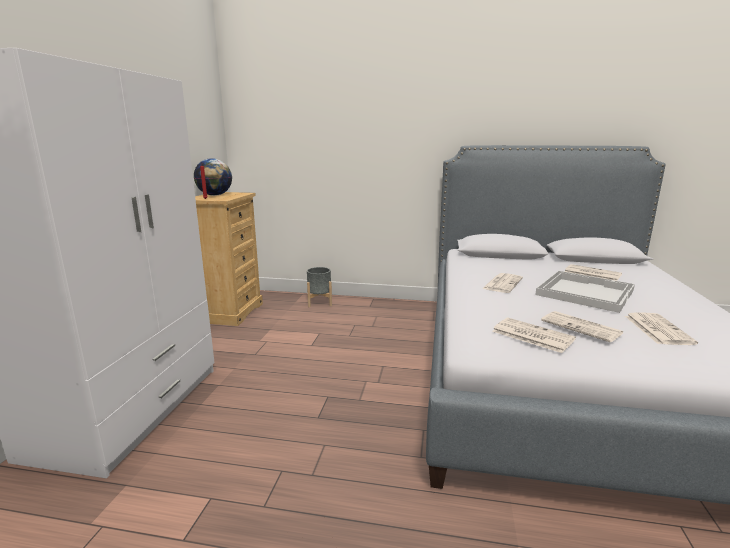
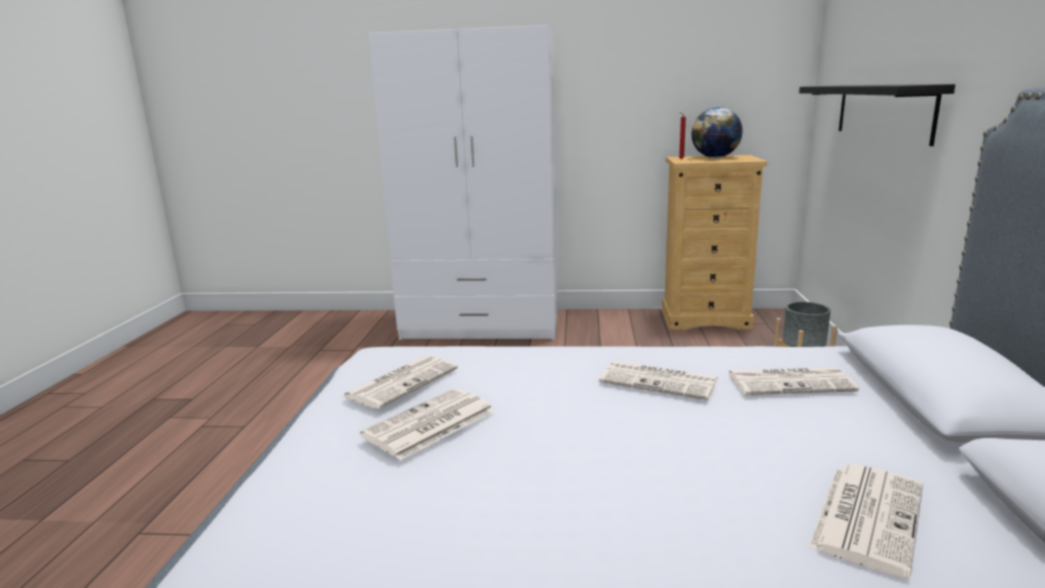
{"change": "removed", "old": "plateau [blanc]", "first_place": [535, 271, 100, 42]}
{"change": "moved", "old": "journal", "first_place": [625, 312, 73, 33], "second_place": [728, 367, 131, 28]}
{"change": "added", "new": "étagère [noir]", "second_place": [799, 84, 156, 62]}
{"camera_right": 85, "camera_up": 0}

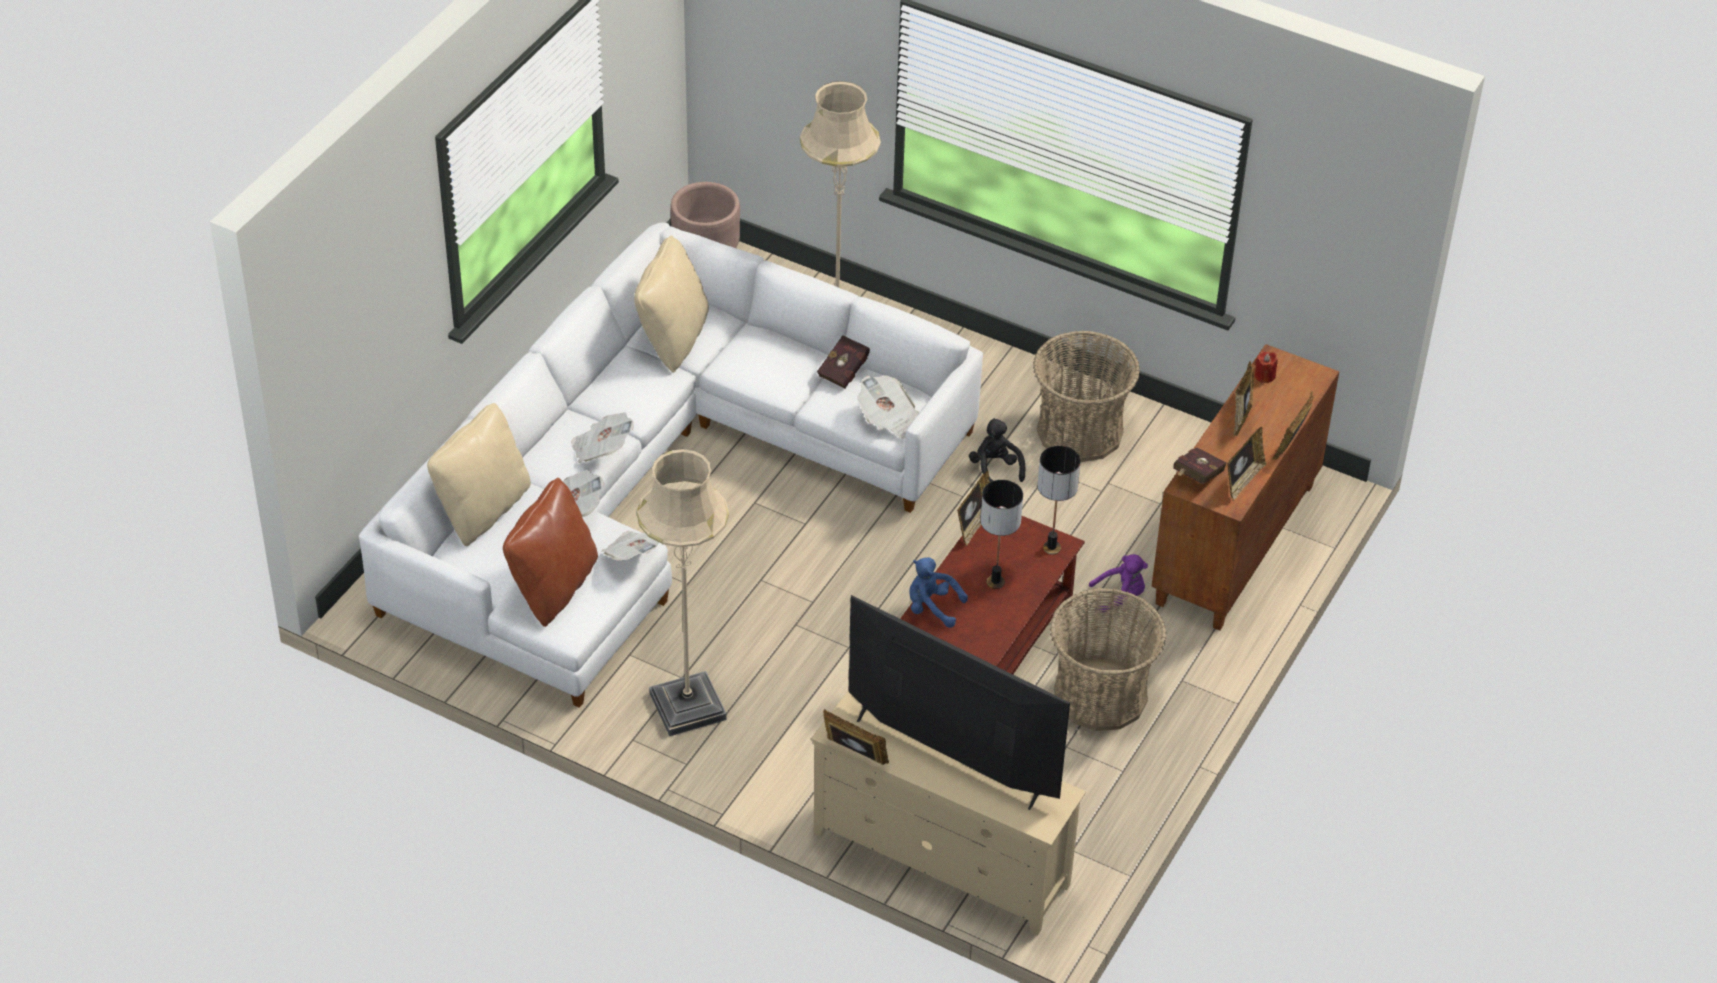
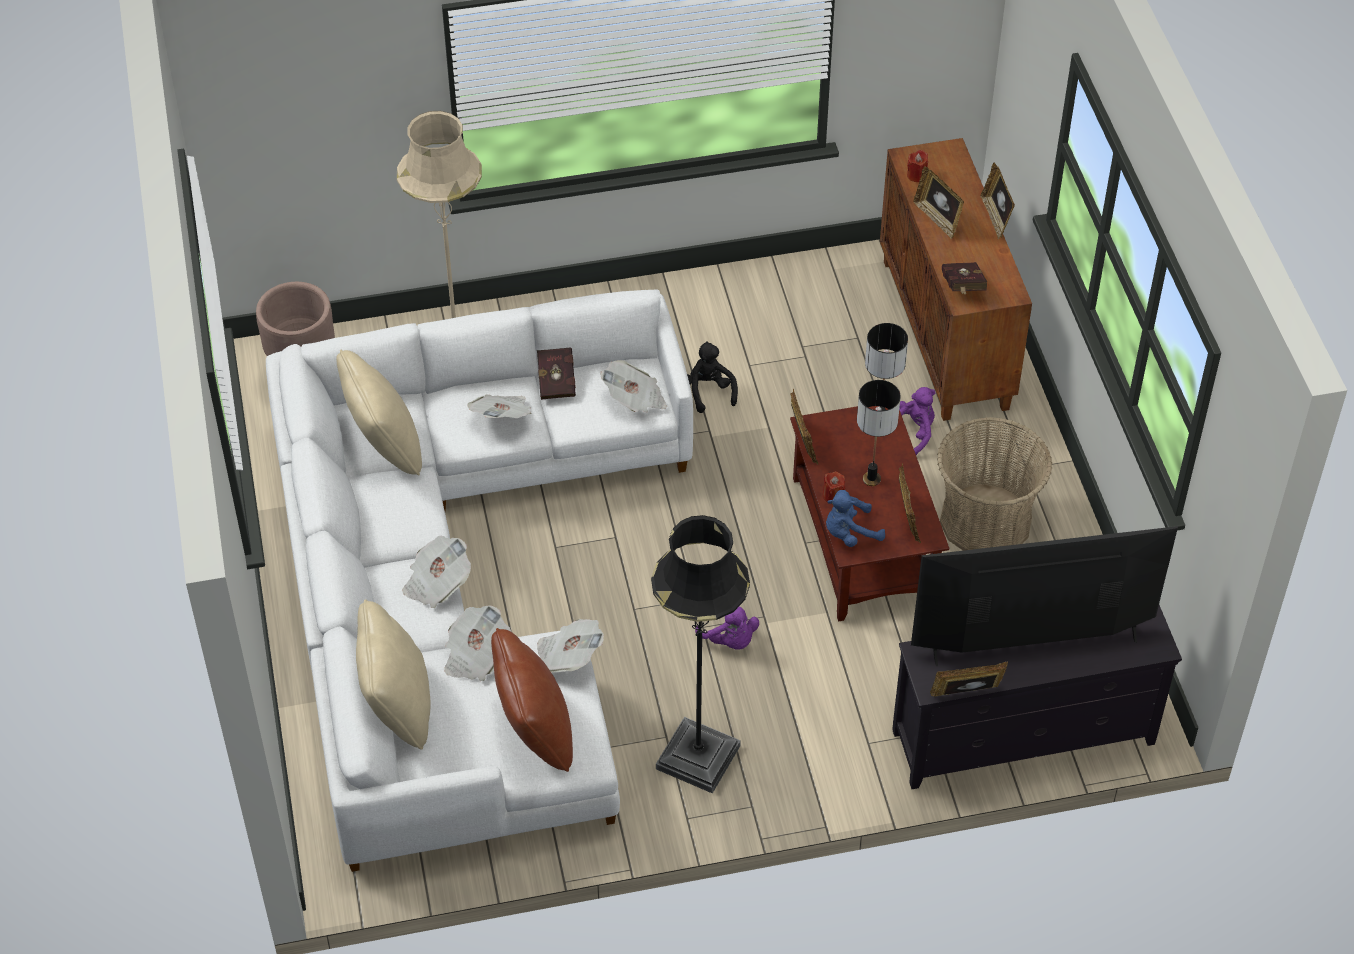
{"change": "recoloured", "old": "lampadaire [beige]", "new": "lampadaire [noir]", "first_place": [637, 449, 92, 287], "second_place": [651, 515, 99, 279]}
{"change": "recoloured", "old": "meuble télé [beige]", "new": "meuble télé [noir]", "first_place": [811, 690, 275, 246], "second_place": [892, 605, 290, 184]}
{"change": "turned", "old": "peluche [noir]", "first_place": [969, 418, 56, 64], "second_place": [687, 341, 51, 72], "degrees": 45}
{"change": "removed", "old": "panier", "first_place": [1033, 331, 107, 131]}
{"change": "moved", "old": "cadre photo", "first_place": [1227, 427, 40, 74], "second_place": [899, 463, 22, 80]}
{"change": "added", "new": "journal", "second_place": [467, 395, 64, 23]}
{"change": "added", "new": "peluche [violet]", "second_place": [695, 606, 64, 44]}
{"change": "added", "new": "bougie [rouge]", "second_place": [823, 471, 22, 31]}
{"camera_right": -40, "camera_up": 5}

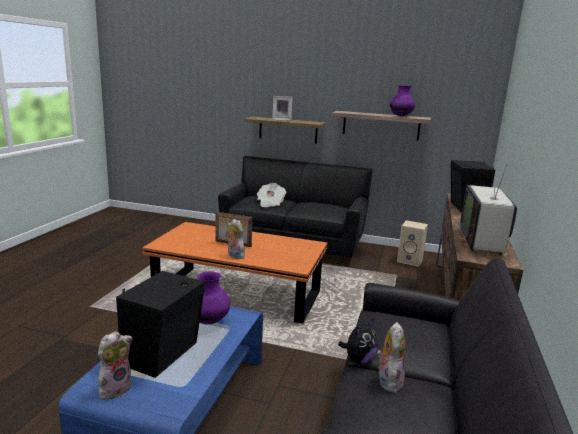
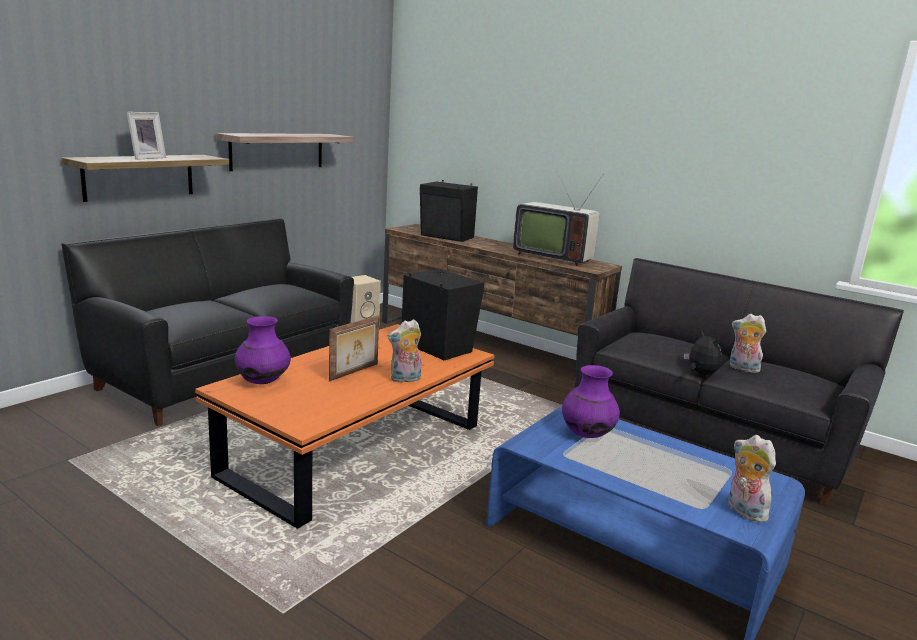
{"change": "moved", "old": "enceinte [noir]", "first_place": [116, 271, 88, 107], "second_place": [402, 269, 82, 91]}
{"change": "removed", "old": "journal", "first_place": [257, 183, 29, 24]}
{"change": "moved", "old": "vase [violet]", "first_place": [390, 85, 25, 31], "second_place": [234, 316, 57, 68]}
{"camera_right": -70, "camera_up": 0}

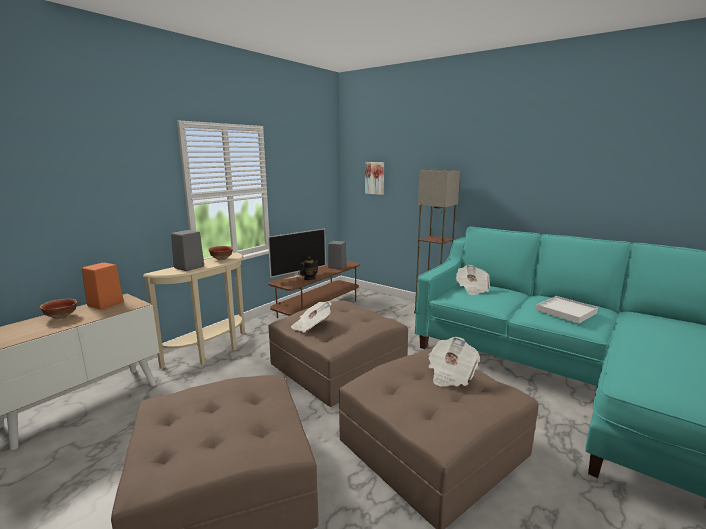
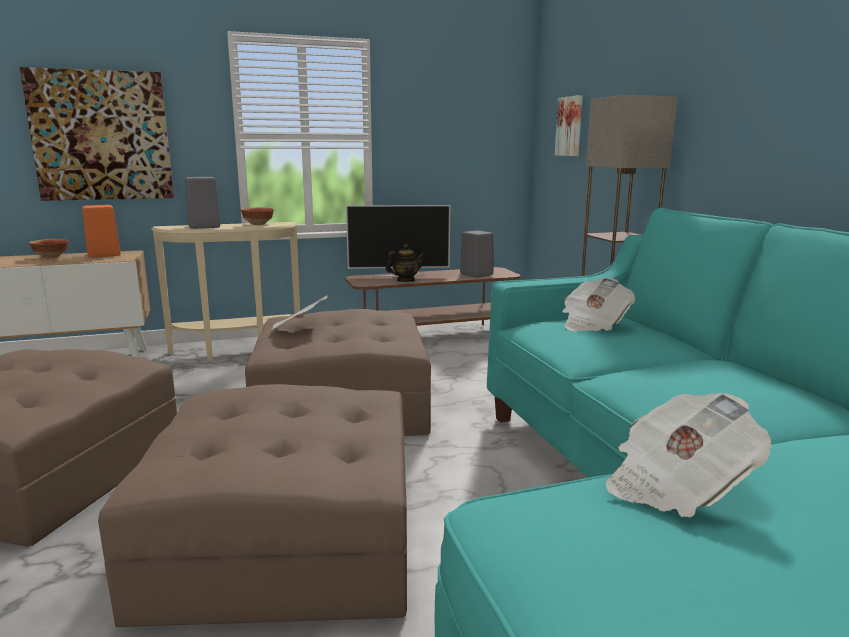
{"change": "moved", "old": "journal", "first_place": [428, 337, 52, 49], "second_place": [605, 393, 166, 124]}
{"change": "removed", "old": "plateau [blanc]", "first_place": [536, 296, 62, 28]}
{"change": "added", "new": "tableau", "second_place": [19, 67, 155, 134]}
{"camera_right": 35, "camera_up": 0}

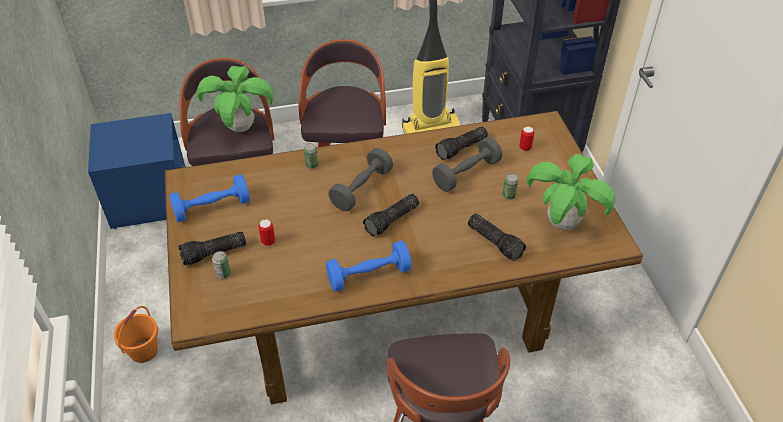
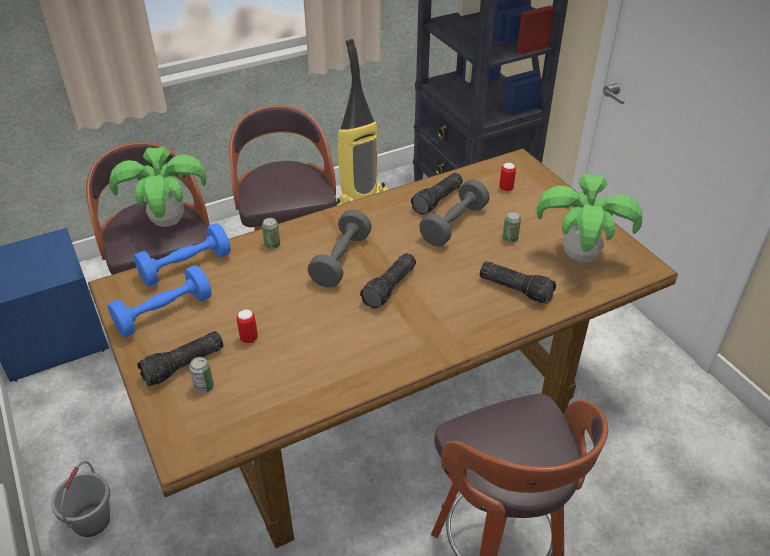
{"change": "recoloured", "old": "seau [orange]", "new": "seau [gris]", "first_place": [114, 306, 44, 57], "second_place": [51, 461, 59, 76]}
{"change": "moved", "old": "haltère [bleu]", "first_place": [326, 240, 86, 52], "second_place": [134, 223, 97, 64]}
{"camera_right": -15, "camera_up": -5}

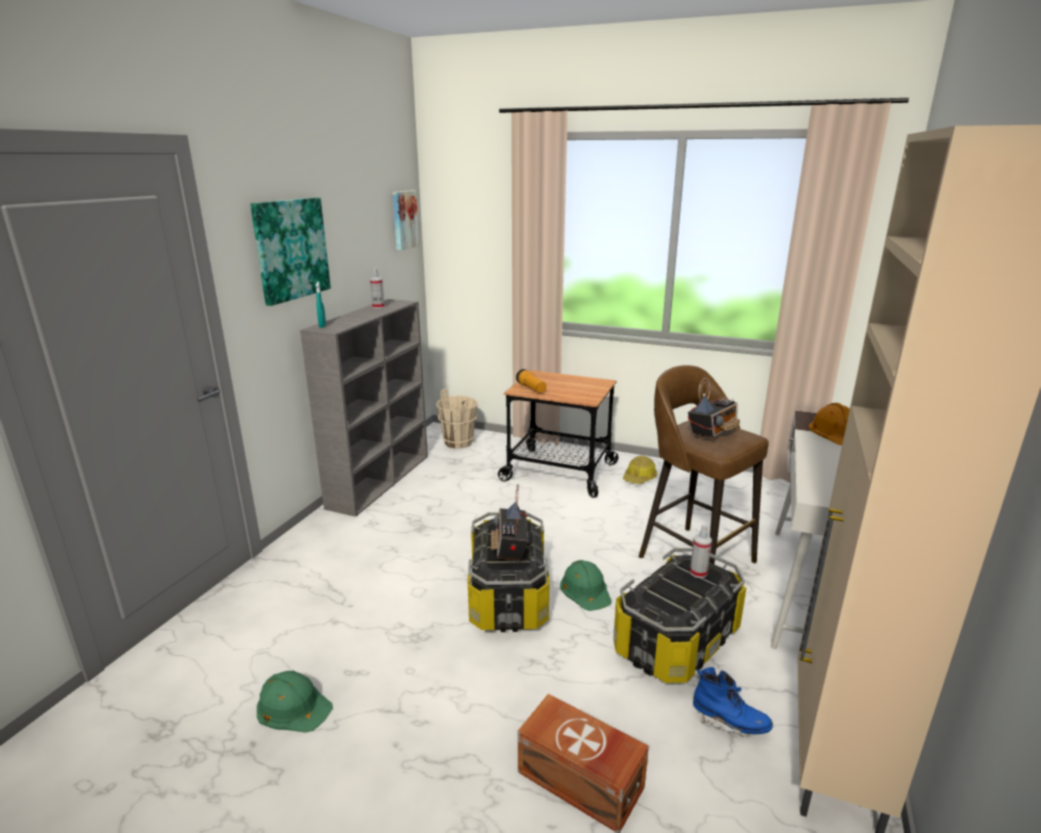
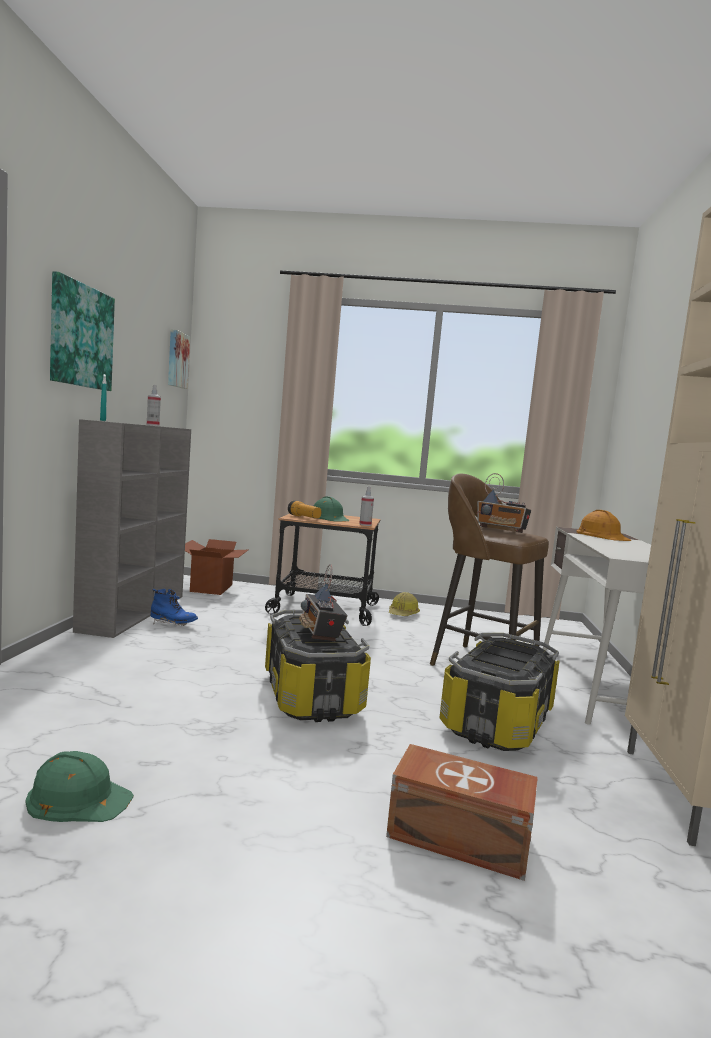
{"change": "replaced", "old": "seau [beige]", "new": "carton", "first_place": [436, 389, 42, 59], "second_place": [185, 539, 63, 56]}
{"change": "moved", "old": "casque de chantier [vert]", "first_place": [560, 560, 52, 51], "second_place": [314, 496, 36, 26]}
{"change": "turned", "old": "radio", "first_place": [688, 378, 52, 62], "second_place": [477, 473, 54, 60], "degrees": 90}
{"change": "moved", "old": "vaporisateur", "first_place": [690, 524, 22, 54], "second_place": [359, 486, 15, 40]}
{"change": "moved", "old": "botte [bleu]", "first_place": [693, 667, 80, 70], "second_place": [150, 589, 48, 37]}
{"camera_right": -15, "camera_up": -15}

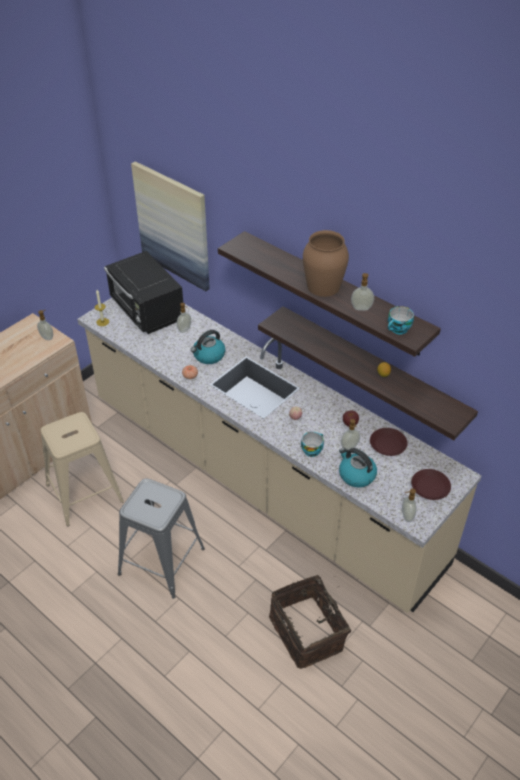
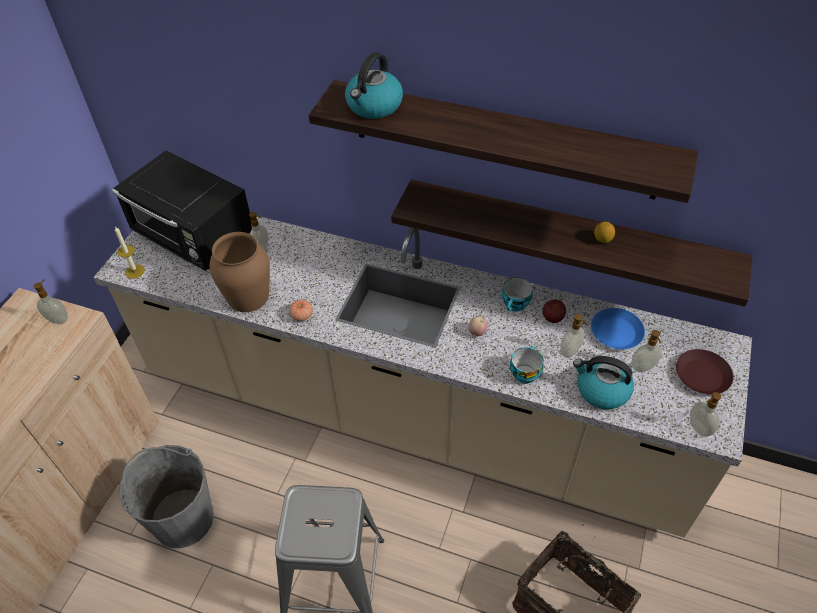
{"change": "replaced", "old": "tabouret [beige]", "new": "seau [gris]", "first_place": [41, 412, 83, 114], "second_place": [119, 445, 95, 103]}
{"change": "removed", "old": "tableau", "first_place": [131, 161, 79, 130]}
{"change": "moved", "old": "bouilloire", "first_place": [191, 330, 34, 34], "second_place": [345, 52, 58, 67]}
{"change": "moved", "old": "vase [marron]", "first_place": [303, 230, 46, 67], "second_place": [210, 232, 60, 80]}
{"change": "moved", "old": "distributeur de savon", "first_place": [351, 273, 23, 38], "second_place": [631, 330, 31, 42]}
{"change": "recoloured", "old": "assiette [marron]", "new": "assiette [bleu]", "first_place": [370, 428, 38, 28], "second_place": [591, 308, 54, 41]}
{"change": "moved", "old": "tasse", "first_place": [388, 306, 26, 28], "second_place": [501, 277, 32, 35]}
{"camera_right": -20, "camera_up": 5}

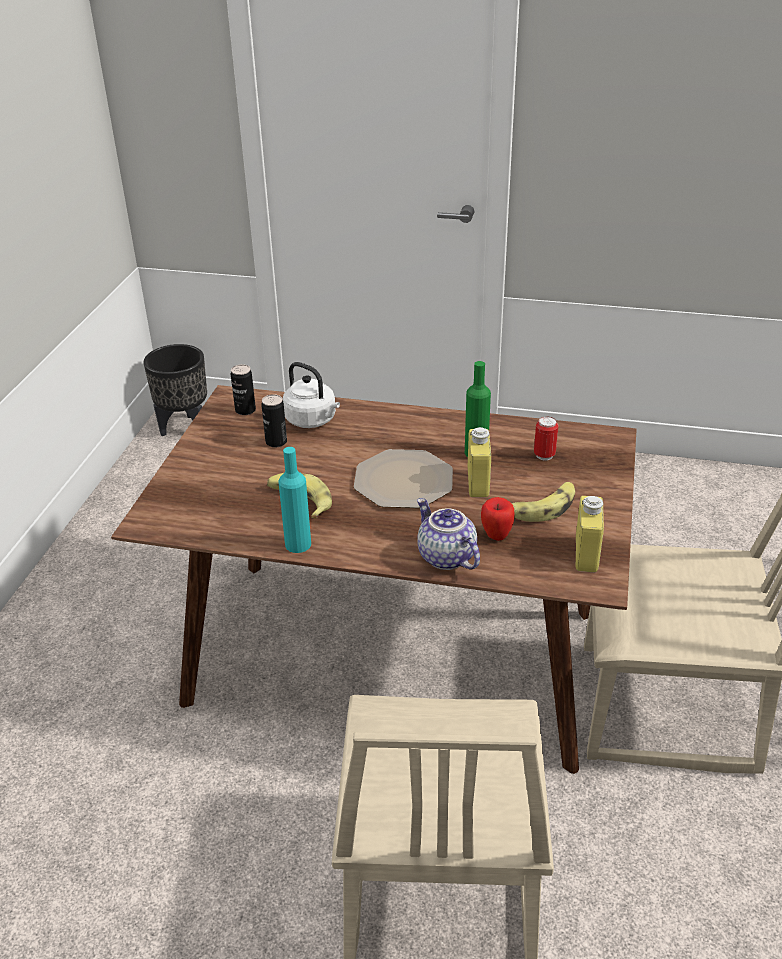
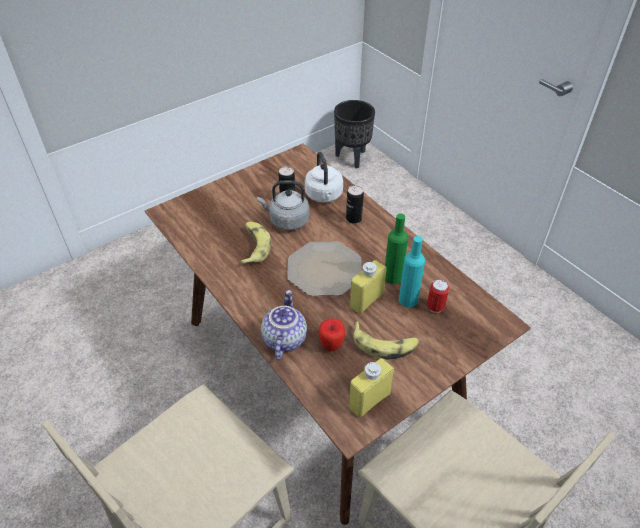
{"change": "moved", "old": "boîte métallique", "first_place": [231, 364, 25, 51], "second_place": [346, 185, 18, 38]}
{"change": "moved", "old": "bouteille [turquoise]", "first_place": [278, 447, 33, 106], "second_place": [399, 236, 26, 71]}
{"change": "added", "new": "bouilloire [gris]", "second_place": [257, 181, 52, 49]}
{"camera_right": 40, "camera_up": 10}

